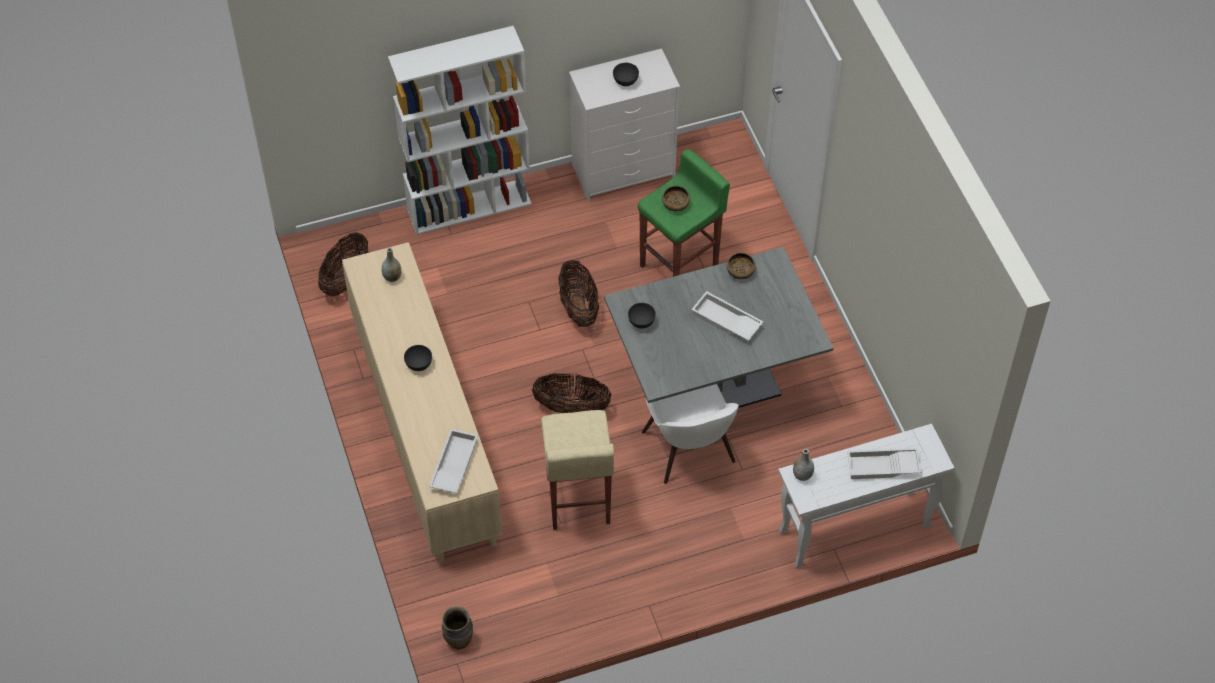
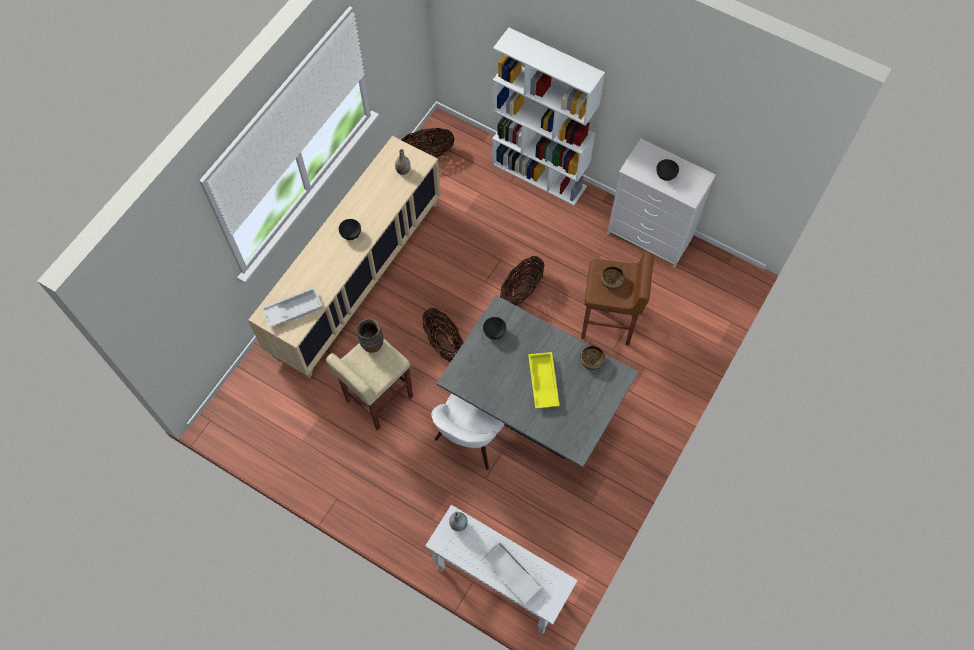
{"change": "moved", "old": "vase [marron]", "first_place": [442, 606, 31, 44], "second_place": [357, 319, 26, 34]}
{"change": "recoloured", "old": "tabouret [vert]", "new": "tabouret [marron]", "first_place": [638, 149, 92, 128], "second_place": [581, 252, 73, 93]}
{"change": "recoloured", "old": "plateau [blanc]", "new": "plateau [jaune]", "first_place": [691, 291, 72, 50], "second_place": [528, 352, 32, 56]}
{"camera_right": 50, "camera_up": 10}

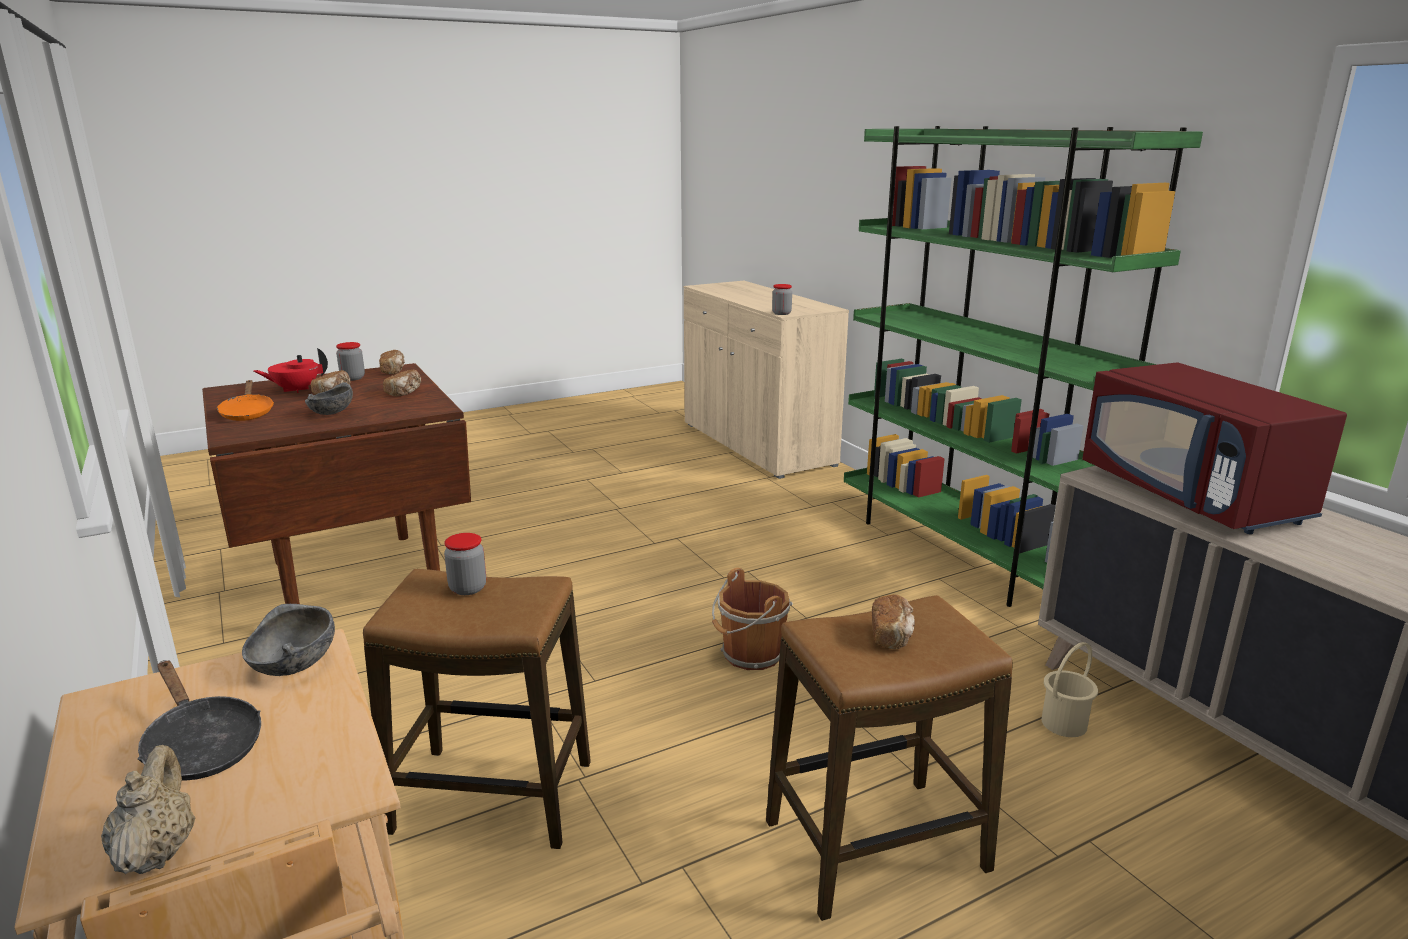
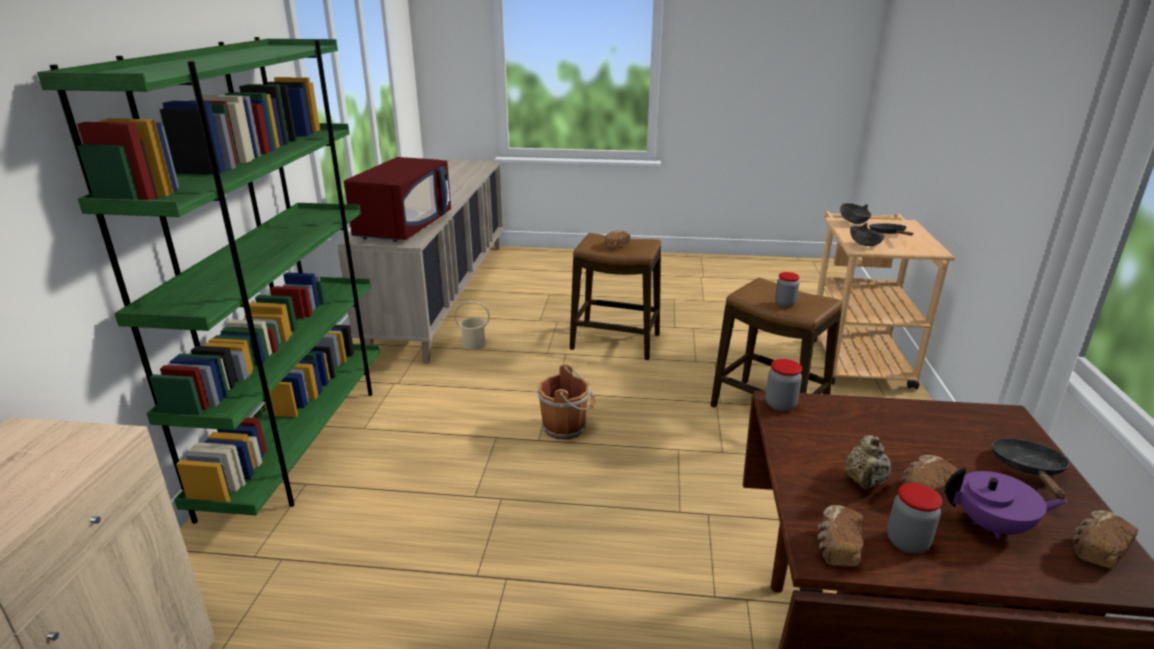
{"change": "moved", "old": "théière [beige]", "first_place": [101, 745, 94, 129], "second_place": [846, 435, 45, 54]}
{"change": "recoloured", "old": "poêle [orange]", "new": "poêle [noir]", "first_place": [216, 380, 58, 41], "second_place": [992, 438, 78, 61]}
{"change": "recoloured", "old": "théière [rouge]", "new": "théière [violet]", "first_place": [254, 348, 74, 45], "second_place": [945, 468, 122, 72]}
{"change": "moved", "old": "bol [gris]", "first_place": [305, 382, 48, 33], "second_place": [840, 203, 31, 21]}
{"change": "moved", "old": "pain", "first_place": [383, 370, 38, 27], "second_place": [1073, 510, 65, 59]}
{"change": "moved", "old": "bocal", "first_place": [772, 284, 20, 31], "second_place": [765, 359, 37, 52]}
{"camera_right": -145, "camera_up": 5}

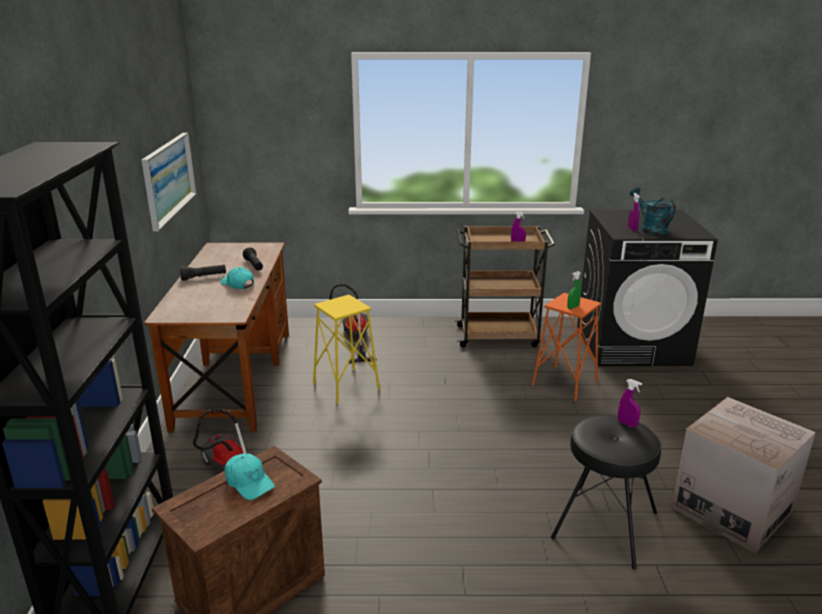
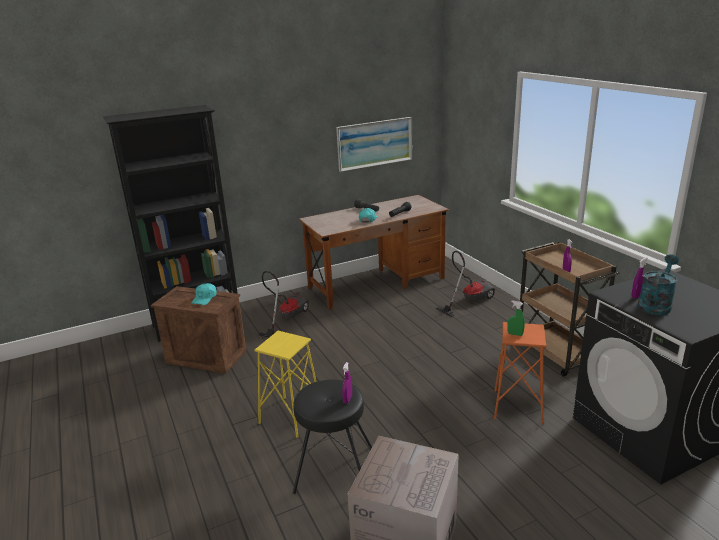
{"change": "moved", "old": "tabouret [jaune]", "first_place": [313, 295, 67, 109], "second_place": [255, 331, 62, 107]}
{"camera_right": 65, "camera_up": 0}

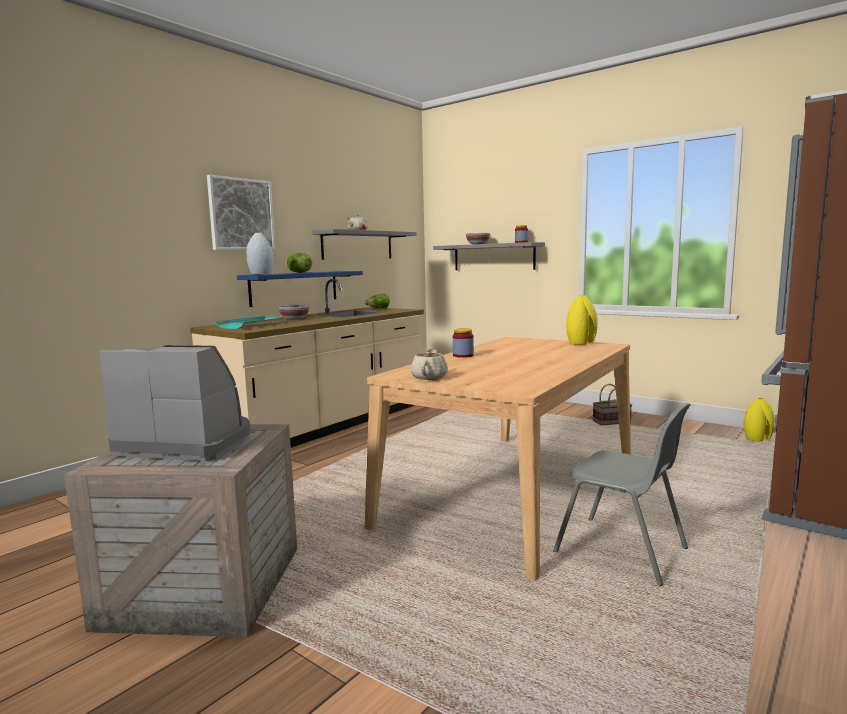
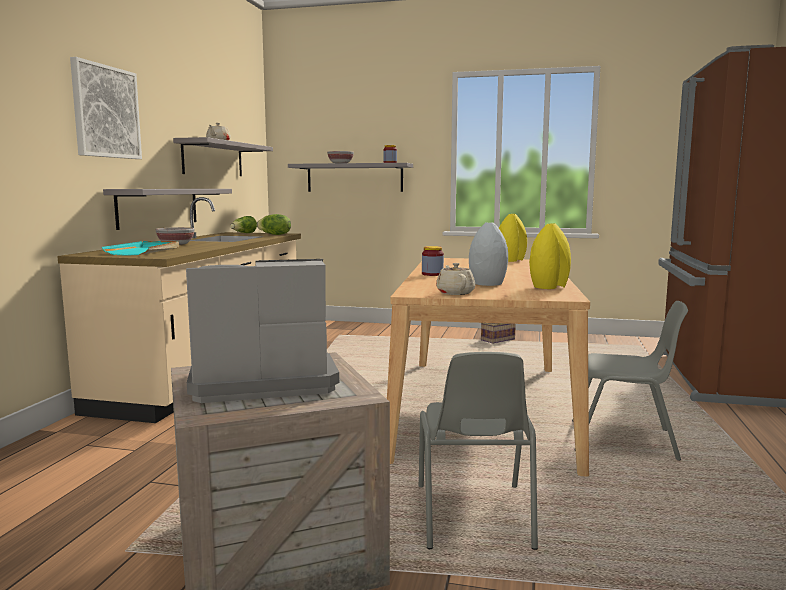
{"change": "recoloured", "old": "étagère [bleu]", "new": "étagère [gris]", "first_place": [237, 271, 126, 36], "second_place": [103, 189, 129, 41]}
{"change": "moved", "old": "vase [gris]", "first_place": [246, 233, 28, 42], "second_place": [469, 222, 39, 64]}
{"change": "moved", "old": "laitue", "first_place": [285, 253, 27, 20], "second_place": [257, 214, 34, 21]}
{"change": "moved", "old": "vase [jaune]", "first_place": [743, 398, 32, 44], "second_place": [529, 224, 42, 65]}
{"change": "added", "new": "chaise [gris]", "second_place": [419, 352, 119, 198]}
{"camera_right": -25, "camera_up": 0}

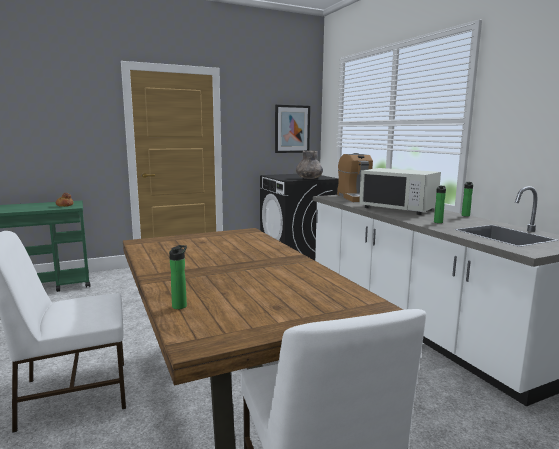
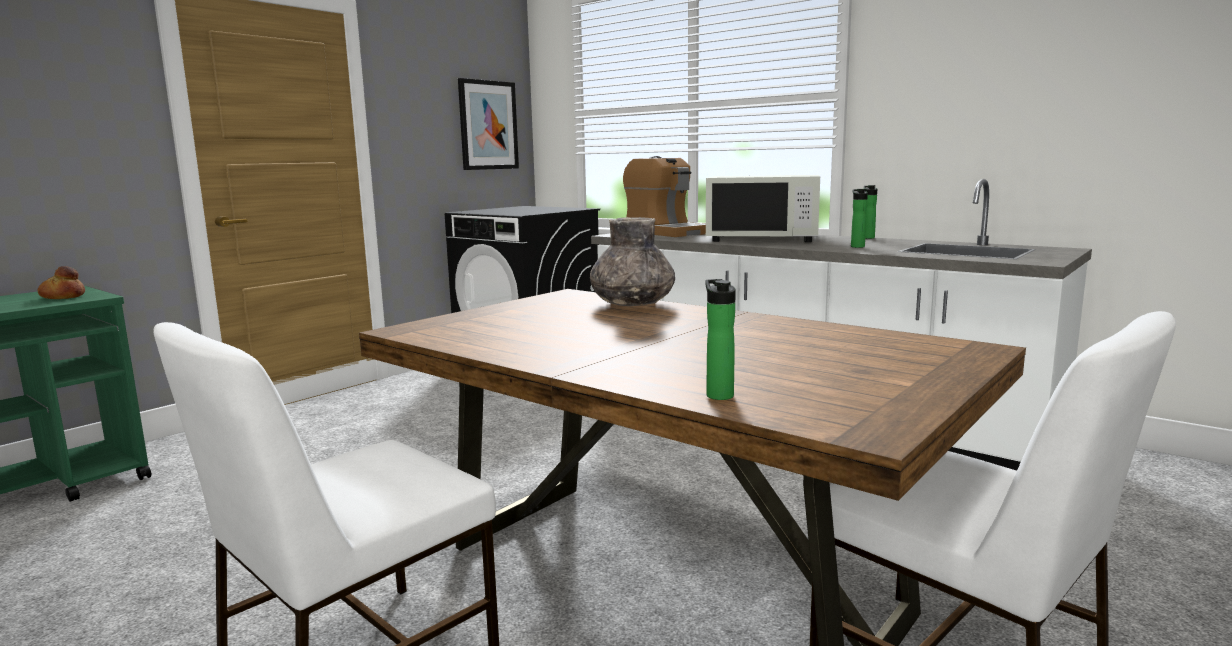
{"change": "moved", "old": "vase [gris]", "first_place": [296, 151, 27, 28], "second_place": [590, 217, 85, 89]}
{"camera_right": -25, "camera_up": 0}

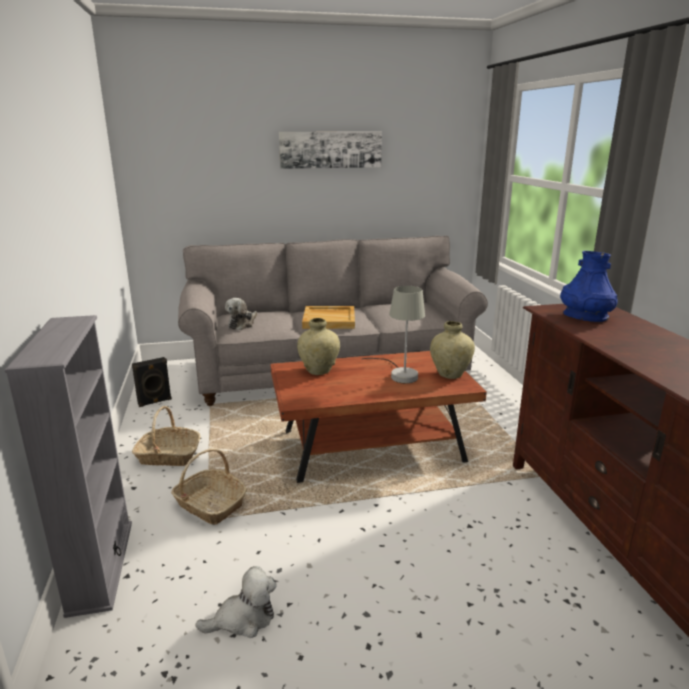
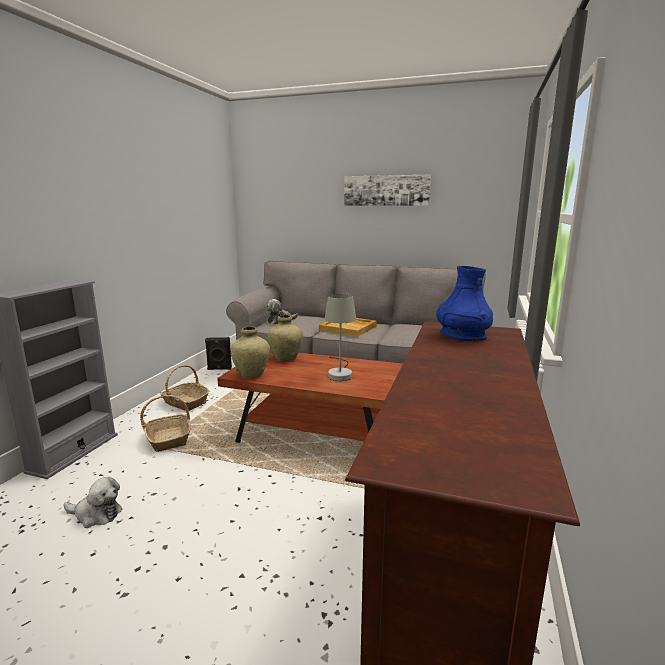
{"change": "moved", "old": "vase [beige]", "first_place": [430, 321, 45, 58], "second_place": [231, 326, 39, 53]}
{"camera_right": 30, "camera_up": -5}

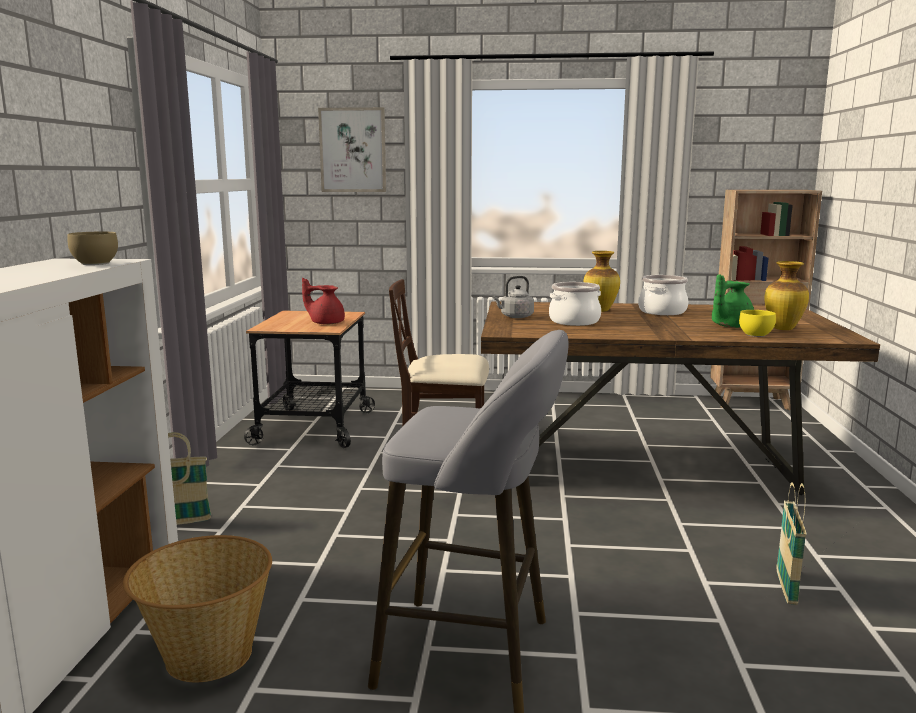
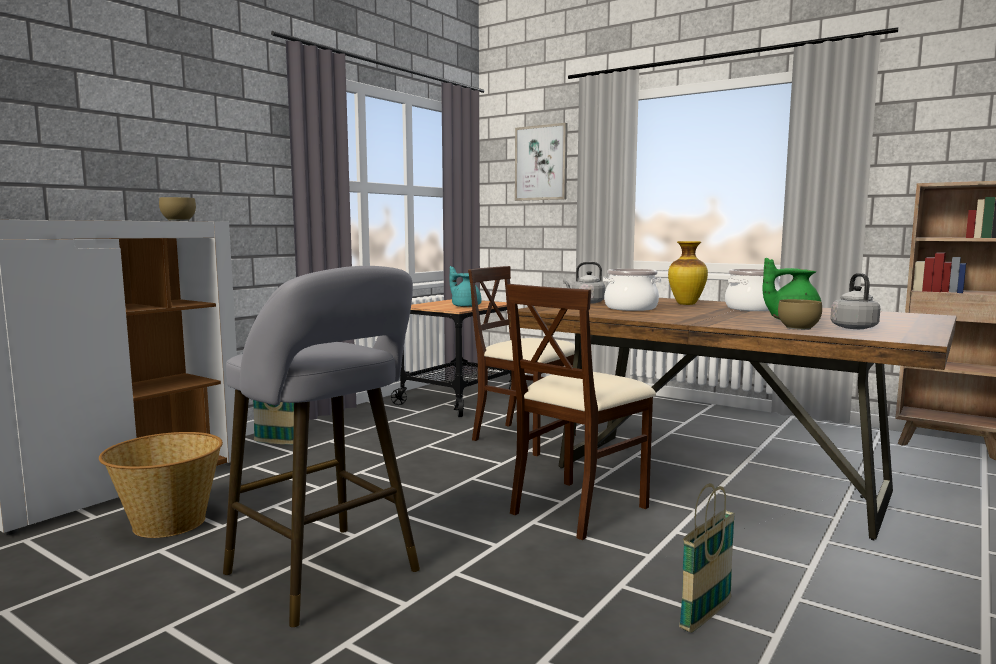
{"change": "recoloured", "old": "théière [rouge]", "new": "théière [turquoise]", "first_place": [302, 278, 43, 47], "second_place": [450, 266, 32, 41]}
{"change": "recoloured", "old": "bol [jaune]", "new": "bol [marron]", "first_place": [739, 310, 37, 27], "second_place": [778, 299, 44, 31]}
{"change": "replaced", "old": "vase", "new": "bouilloire [gris]", "first_place": [764, 261, 45, 69], "second_place": [830, 273, 50, 56]}
{"change": "added", "new": "chaise [beige]", "second_place": [507, 284, 149, 256]}
{"camera_right": 30, "camera_up": -5}

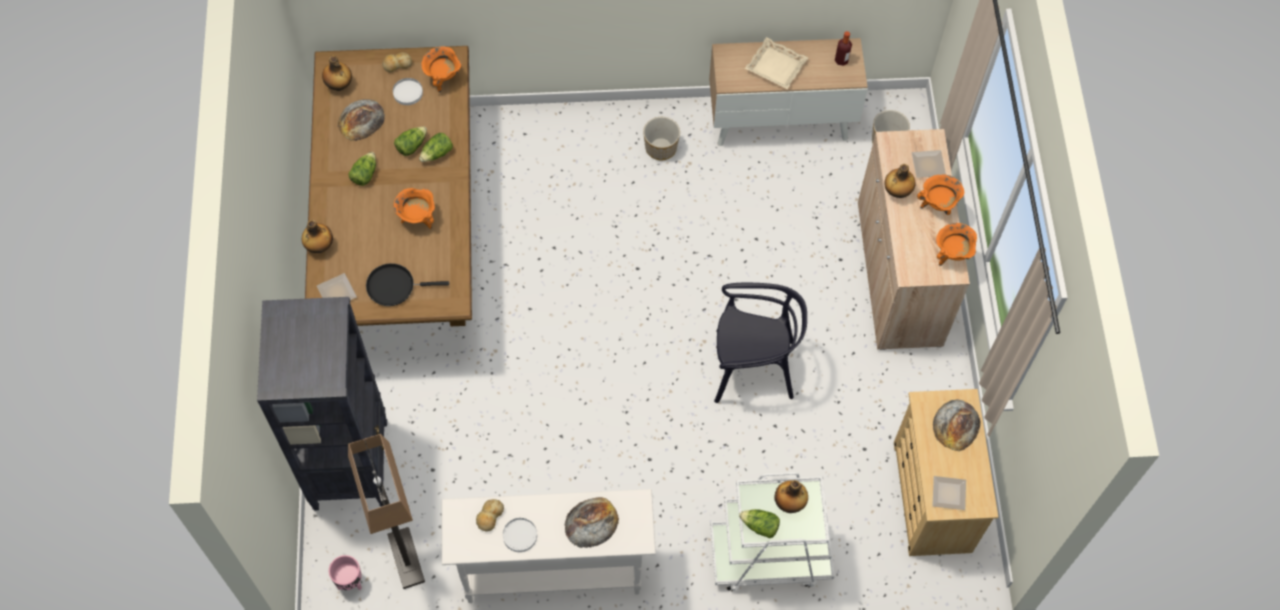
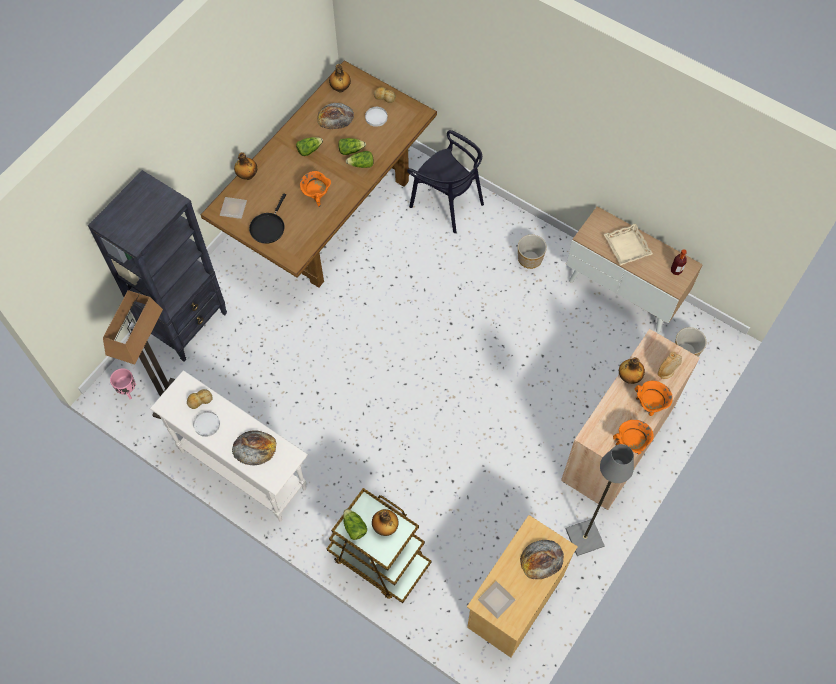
{"change": "turned", "old": "poêle [noir]", "first_place": [366, 263, 83, 43], "second_place": [249, 193, 37, 51], "degrees": -105}
{"change": "removed", "old": "marmite [orange]", "first_place": [421, 47, 40, 45]}
{"change": "recoloured", "old": "chariot [blanc]", "new": "chariot [marron]", "first_place": [710, 472, 124, 119], "second_place": [327, 488, 104, 115]}
{"change": "moved", "old": "chaise [noir]", "first_place": [714, 283, 93, 120], "second_place": [407, 130, 77, 103]}
{"change": "replaced", "old": "assiette", "new": "vase [beige]", "first_place": [912, 150, 34, 28], "second_place": [658, 352, 24, 27]}
{"change": "added", "new": "lampadaire [gris]", "second_place": [566, 444, 68, 112]}
{"camera_right": 40, "camera_up": 0}

